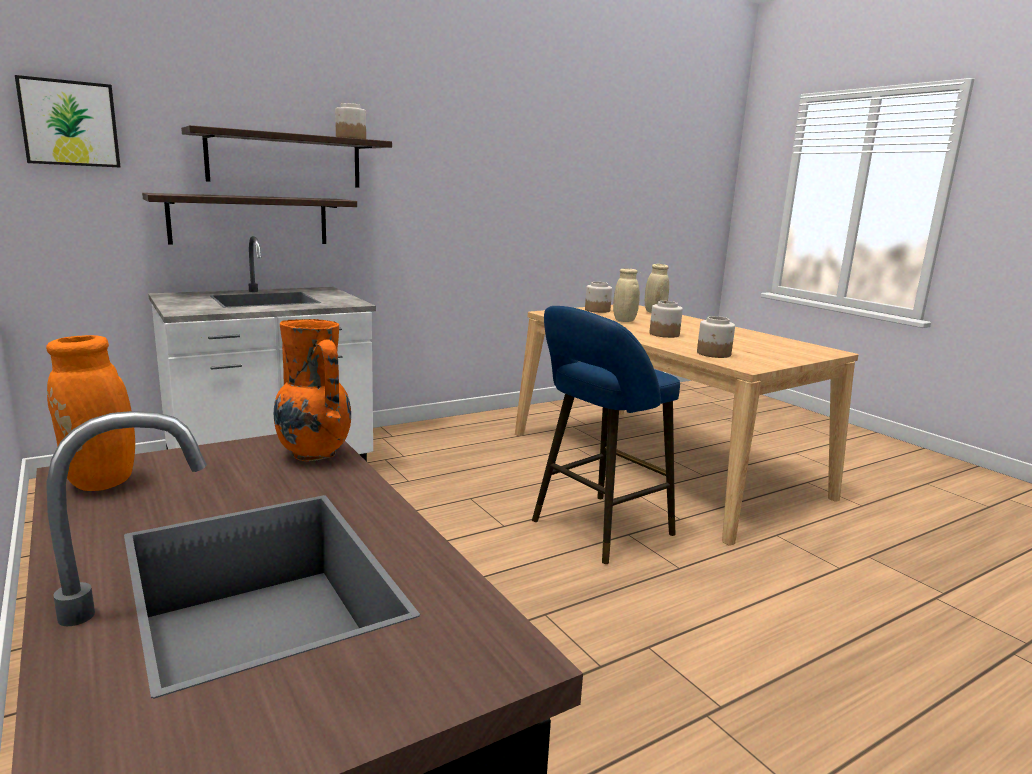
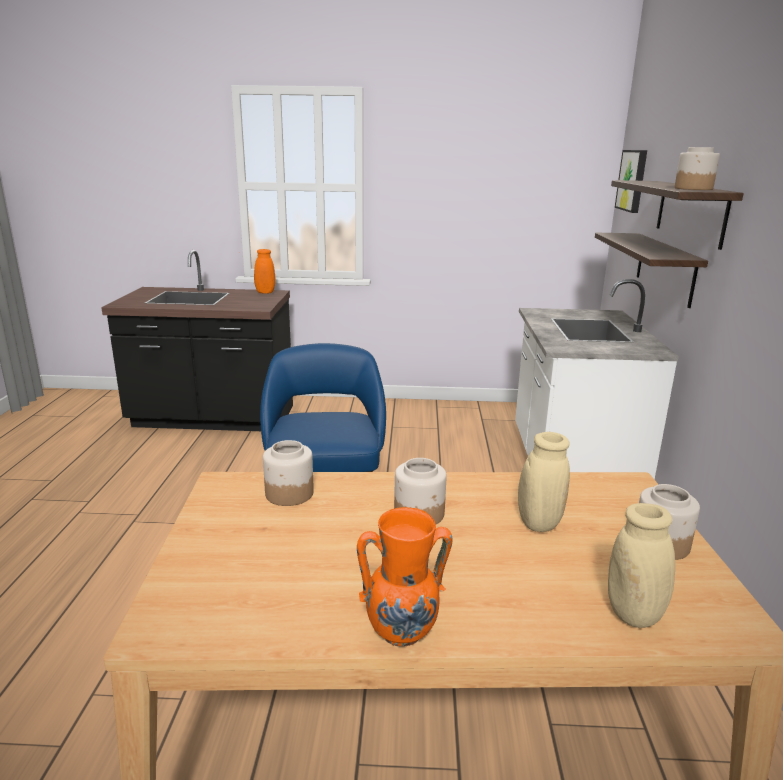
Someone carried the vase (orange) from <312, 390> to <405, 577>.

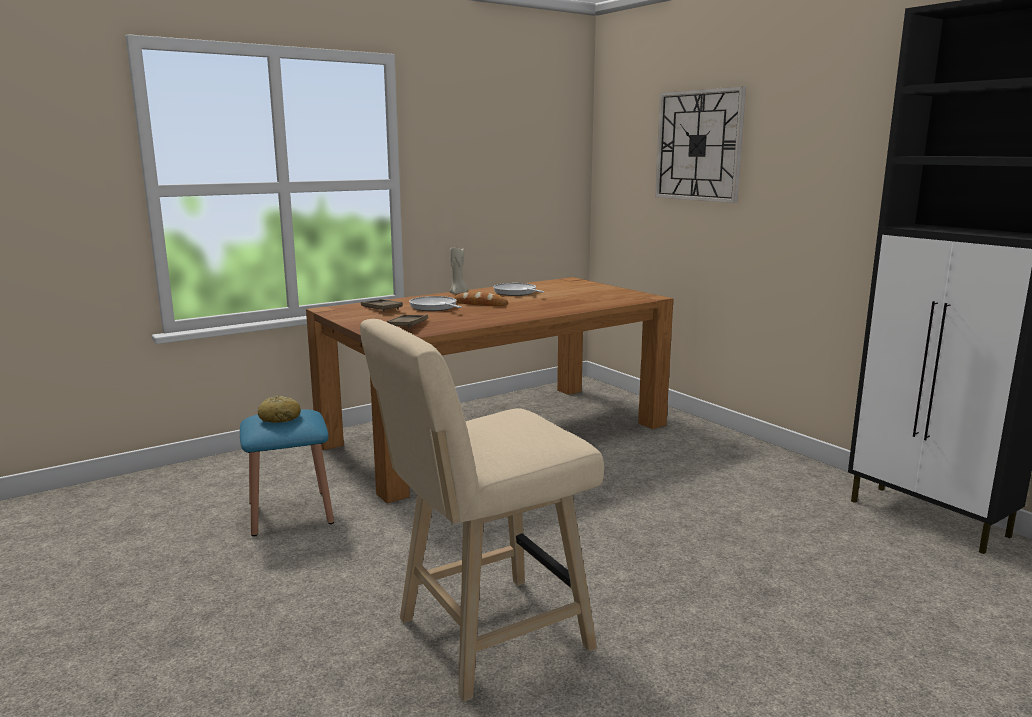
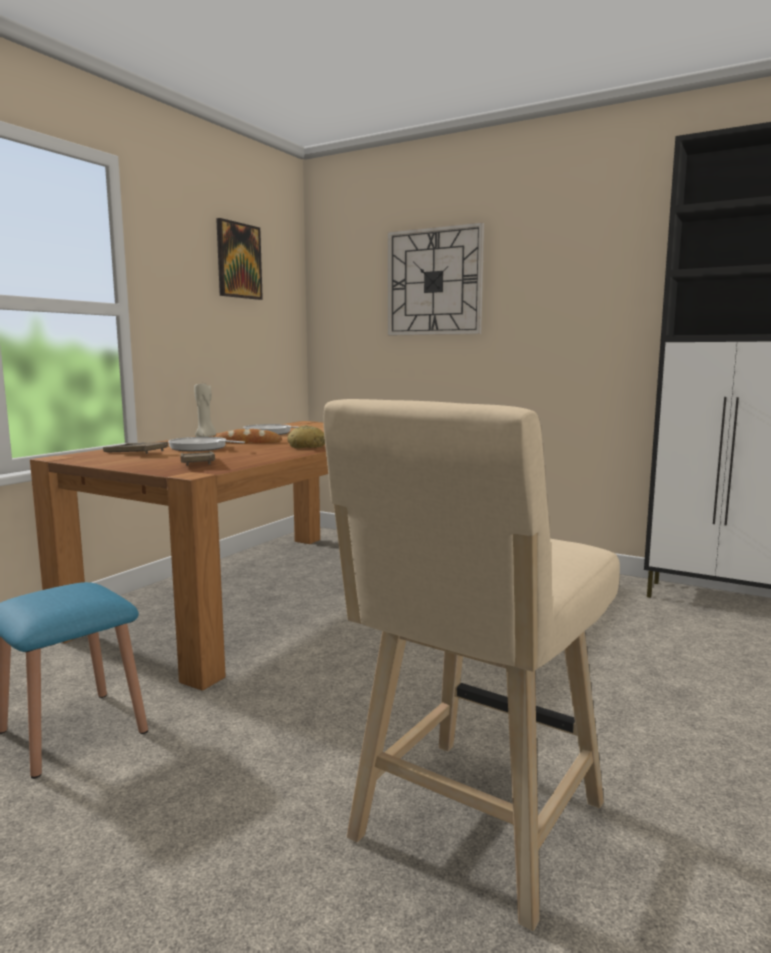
Someone put up the picture at <239, 259>. Someone carried the bread from <279, 409> to <306, 436>.

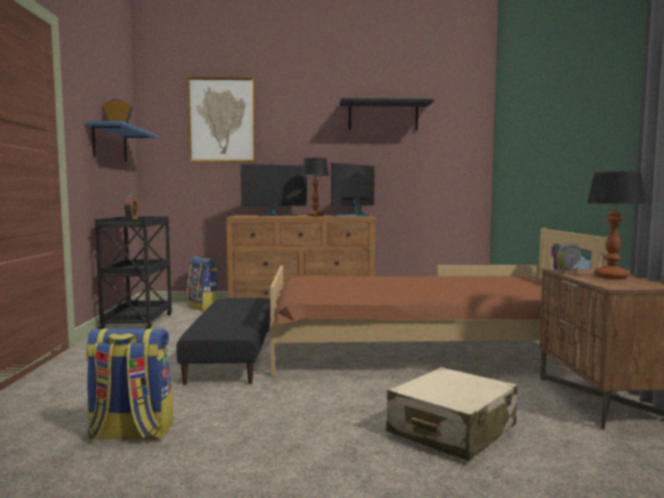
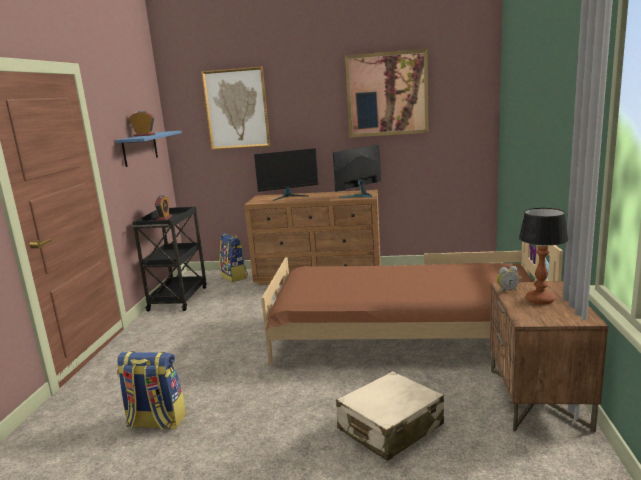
Someone swapped the shelf (black) at <386, 114> for the picture at <387, 93>. Someone took away the ottoman (black) at <223, 341>. Someone took away the table lamp at <315, 186>.

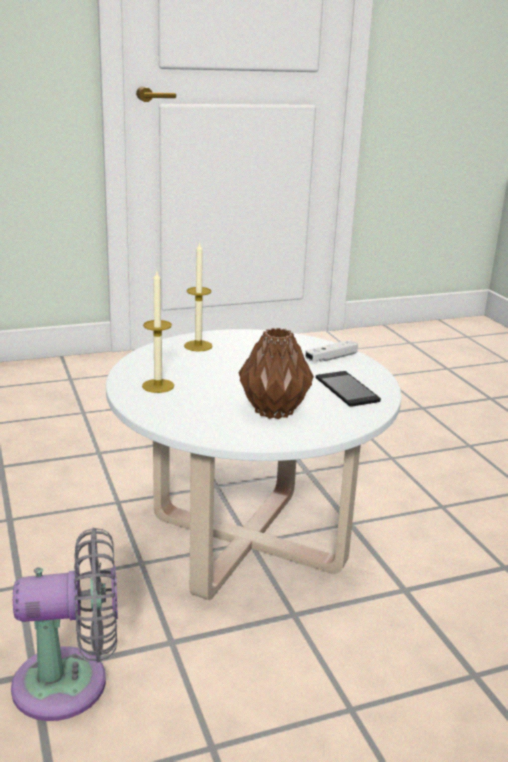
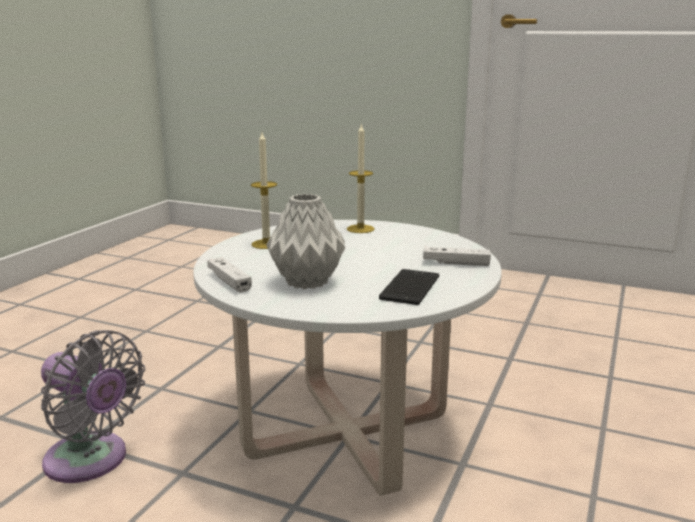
Someone put down the game controller (white) at <229, 275>. Someone repainted the vase (brown) at <276, 373>, which became the vase (grey) at <305, 241>.

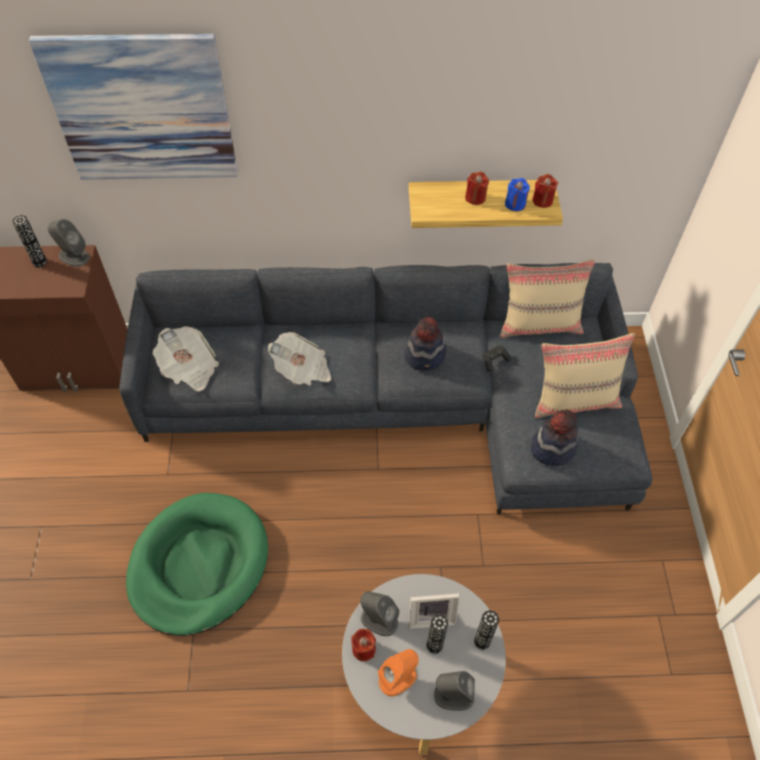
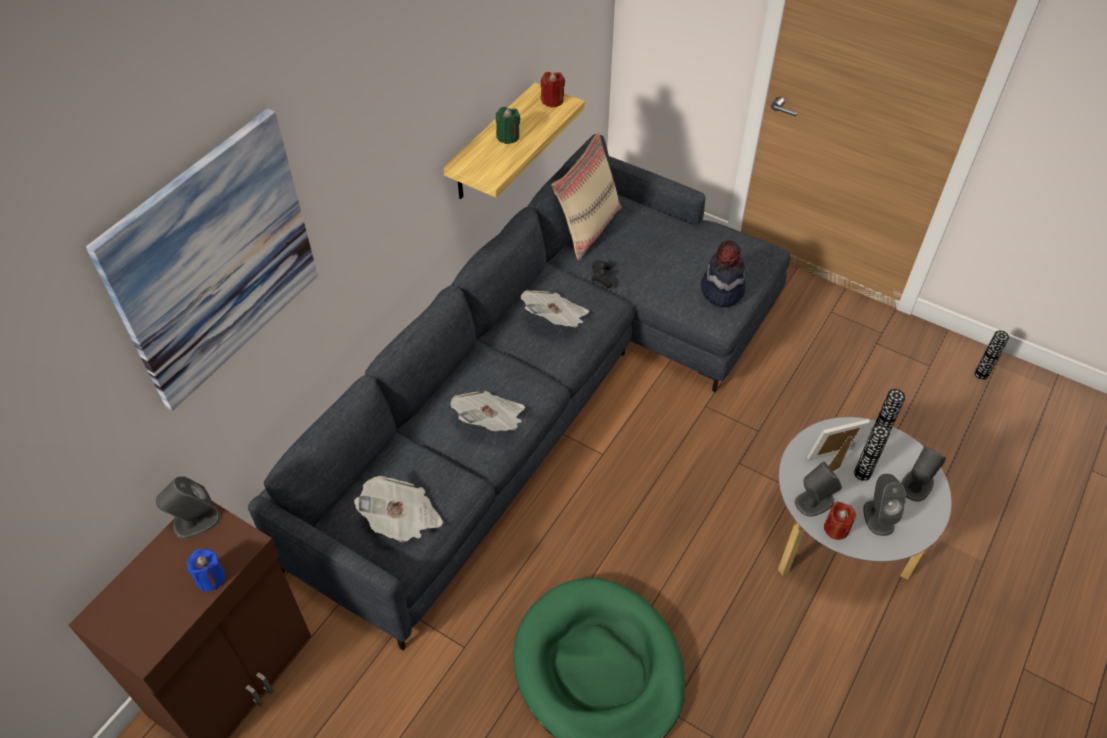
Someone carried the candle (blue) from <517, 194> to <206, 570>. Someone repainted the candle (red) at <477, 188>, which became the candle (green) at <508, 125>. Someone swapped the hat at <425, 344> for the newspaper at <554, 308>. Someone rotated the picture frame at <434, 611> by 135 degrees counterclockwise. Someone repainted the speaker (orange) at <398, 672>, which became the speaker (grey) at <884, 505>. Someone carried the vase from <29, 241> to <991, 355>. Someone took away the pillow (beige) at <585, 375>.

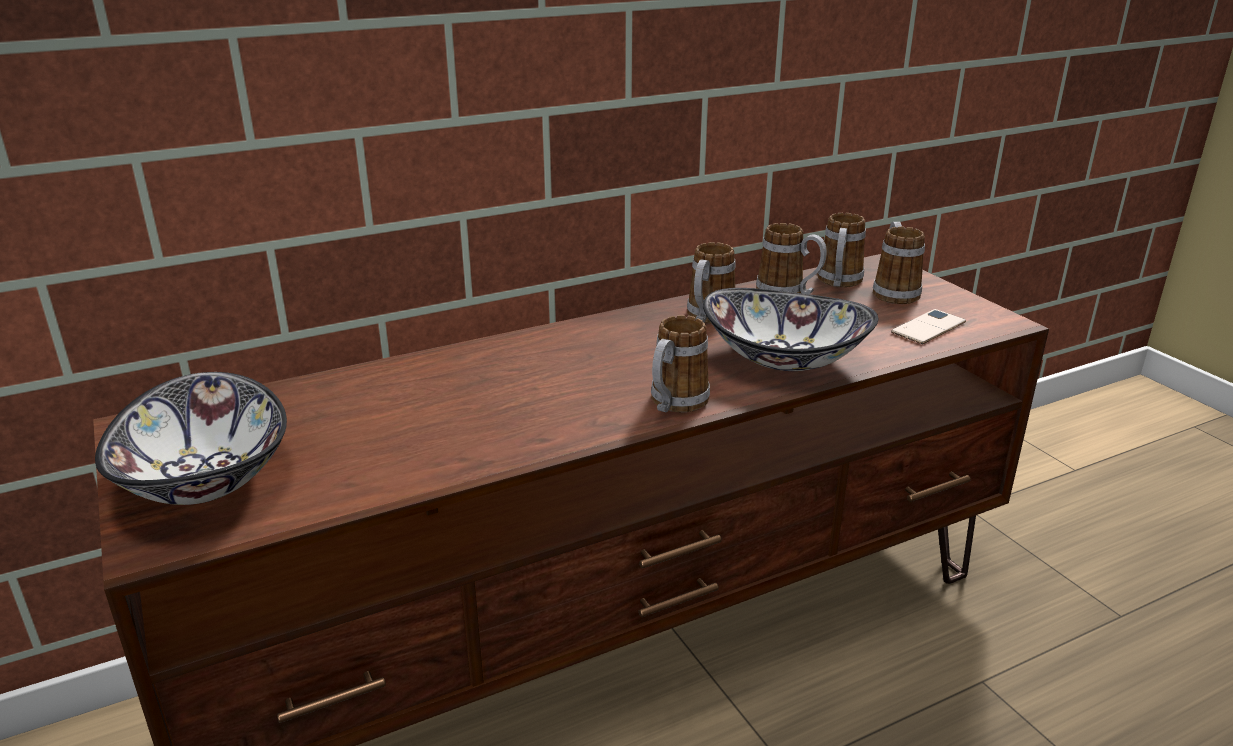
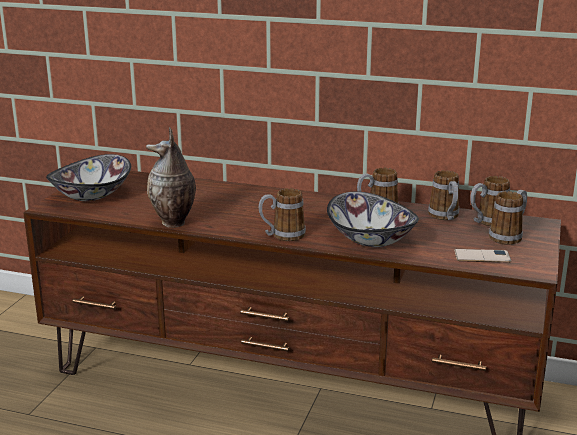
Someone put down the vase at <171, 177>.

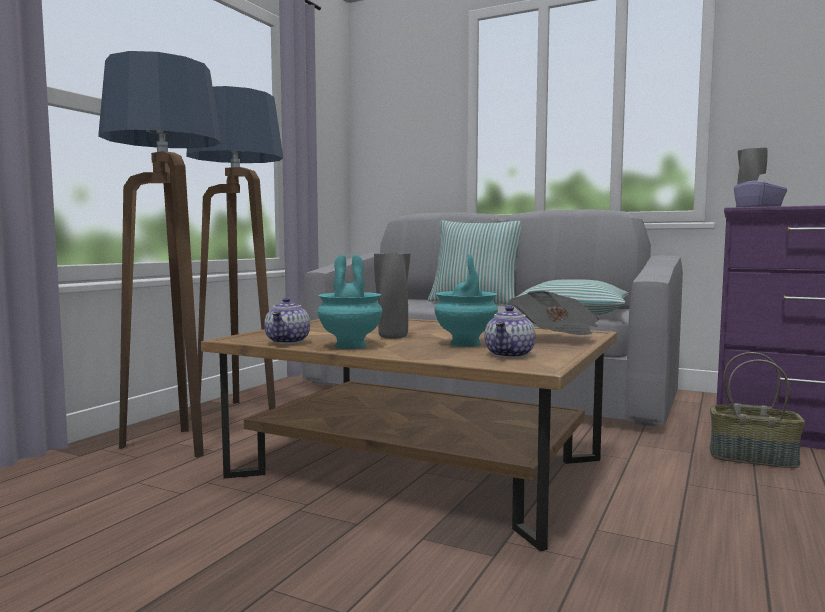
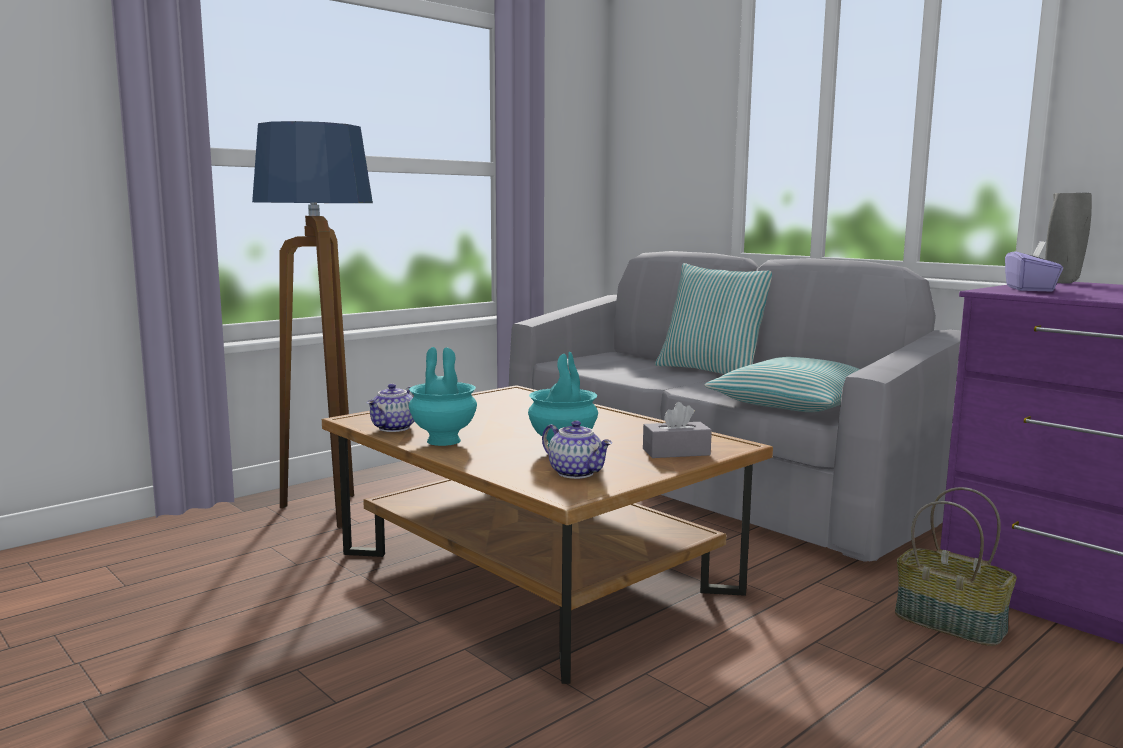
Someone rotated the teapot at <510, 332> by 90 degrees counterclockwise. Someone swapped the newspaper at <554, 313> for the tissue box (grey) at <677, 430>. Someone took away the floor lamp at <234, 248>. Someone took away the vase (grey) at <392, 296>.

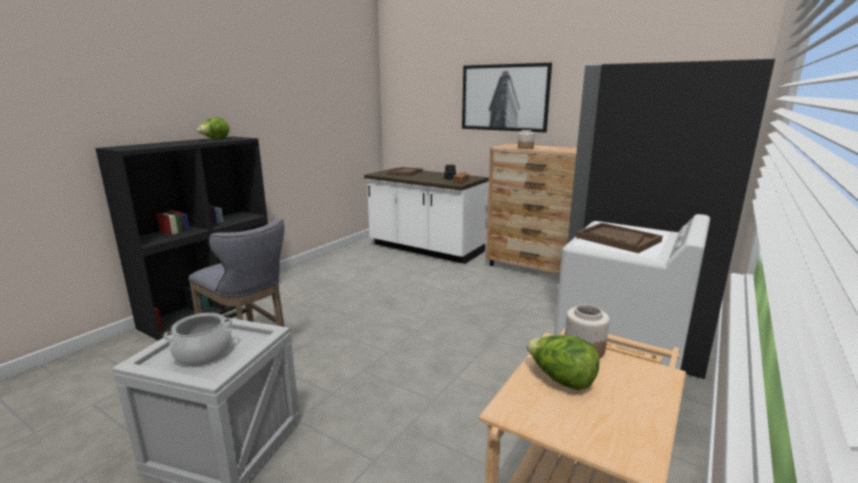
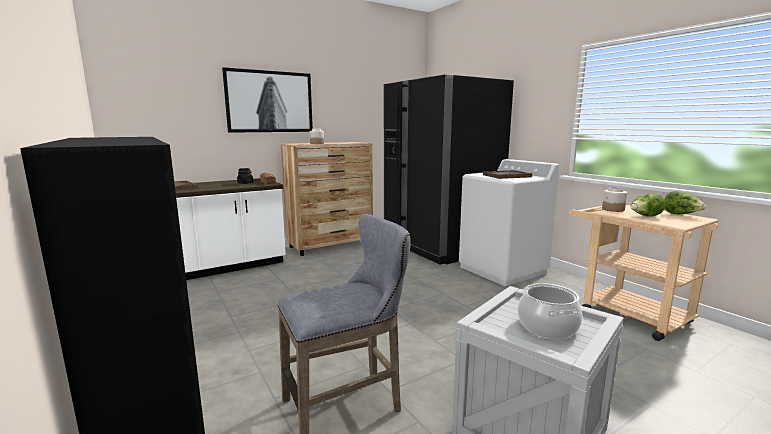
Someone carried the lettuce from <213, 128> to <685, 202>.

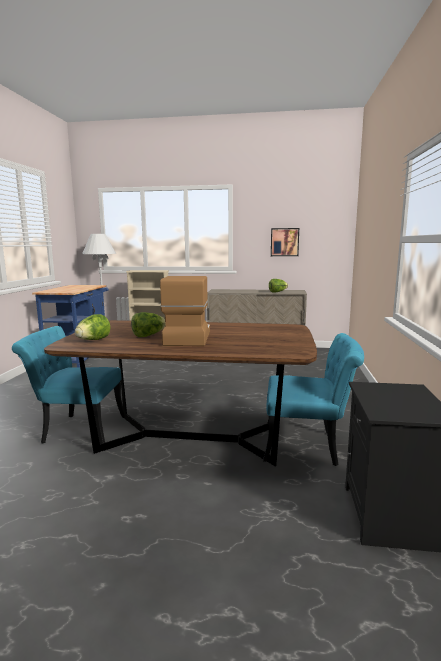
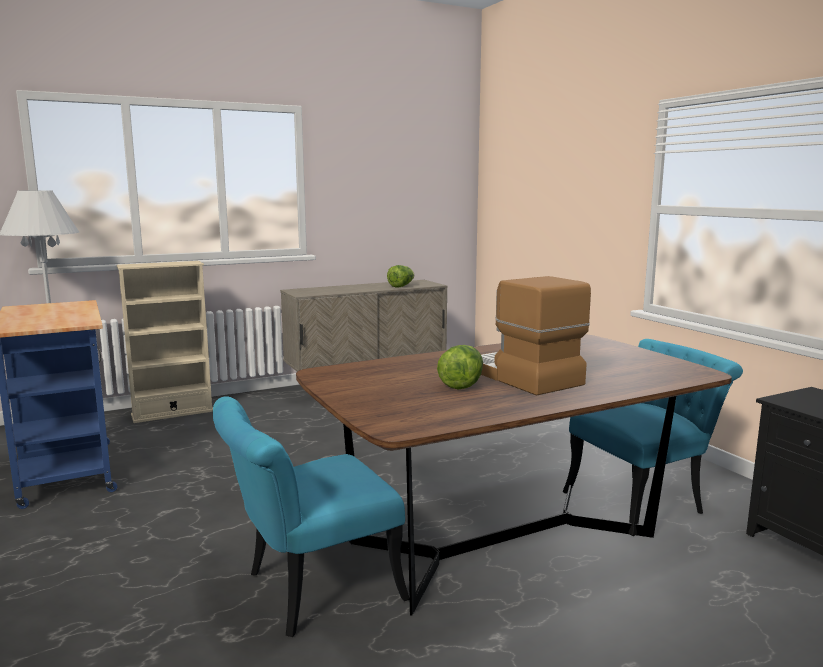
Someone took away the lettuce at <93, 327>. Someone took away the picture at <285, 242>.

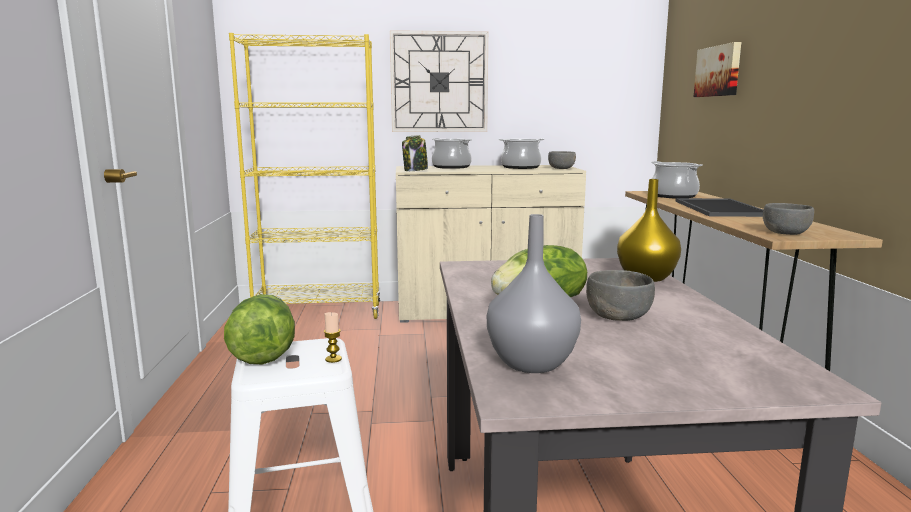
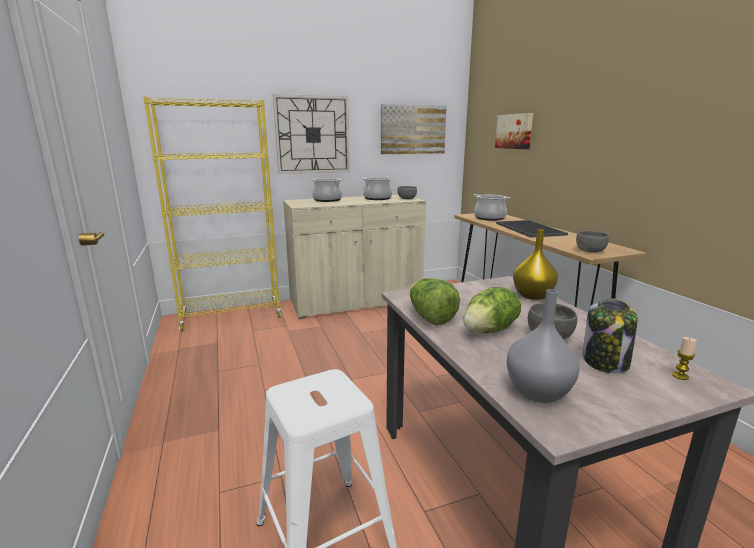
Someone put up the picture at <414, 129>. Someone carried the lettuce from <259, 329> to <435, 301>. Someone carried the jar from <415, 153> to <610, 335>. Someone carried the candle from <333, 337> to <684, 358>.

